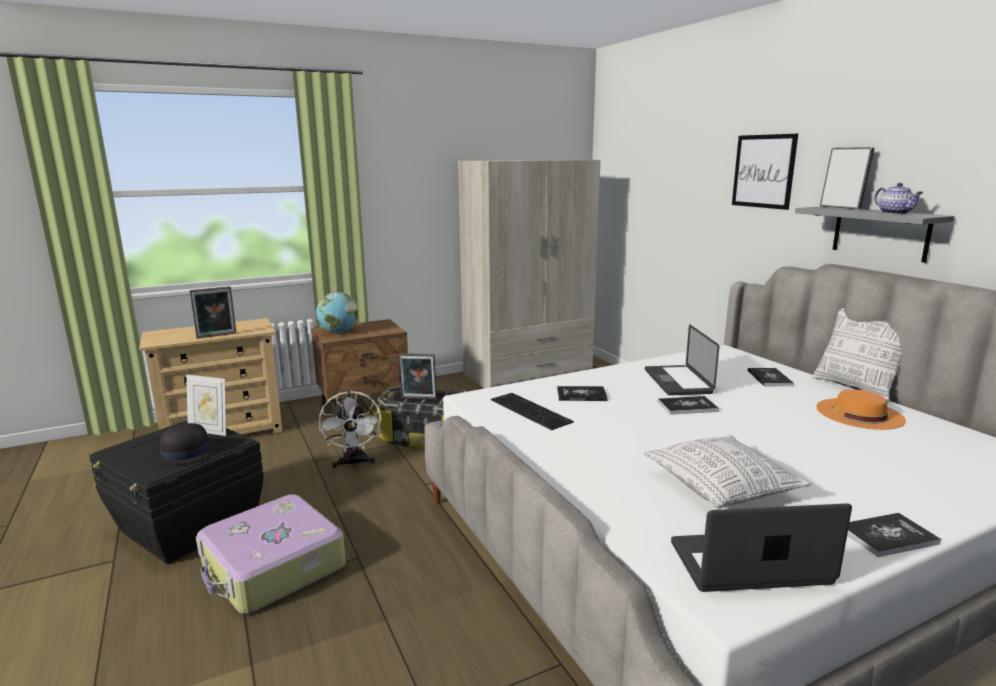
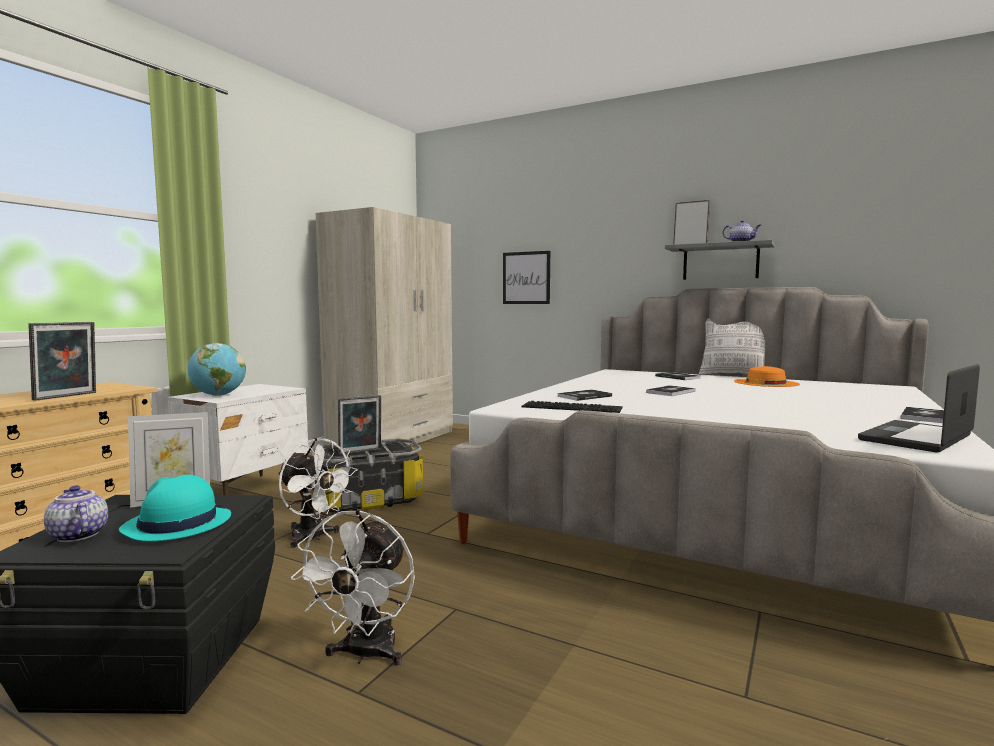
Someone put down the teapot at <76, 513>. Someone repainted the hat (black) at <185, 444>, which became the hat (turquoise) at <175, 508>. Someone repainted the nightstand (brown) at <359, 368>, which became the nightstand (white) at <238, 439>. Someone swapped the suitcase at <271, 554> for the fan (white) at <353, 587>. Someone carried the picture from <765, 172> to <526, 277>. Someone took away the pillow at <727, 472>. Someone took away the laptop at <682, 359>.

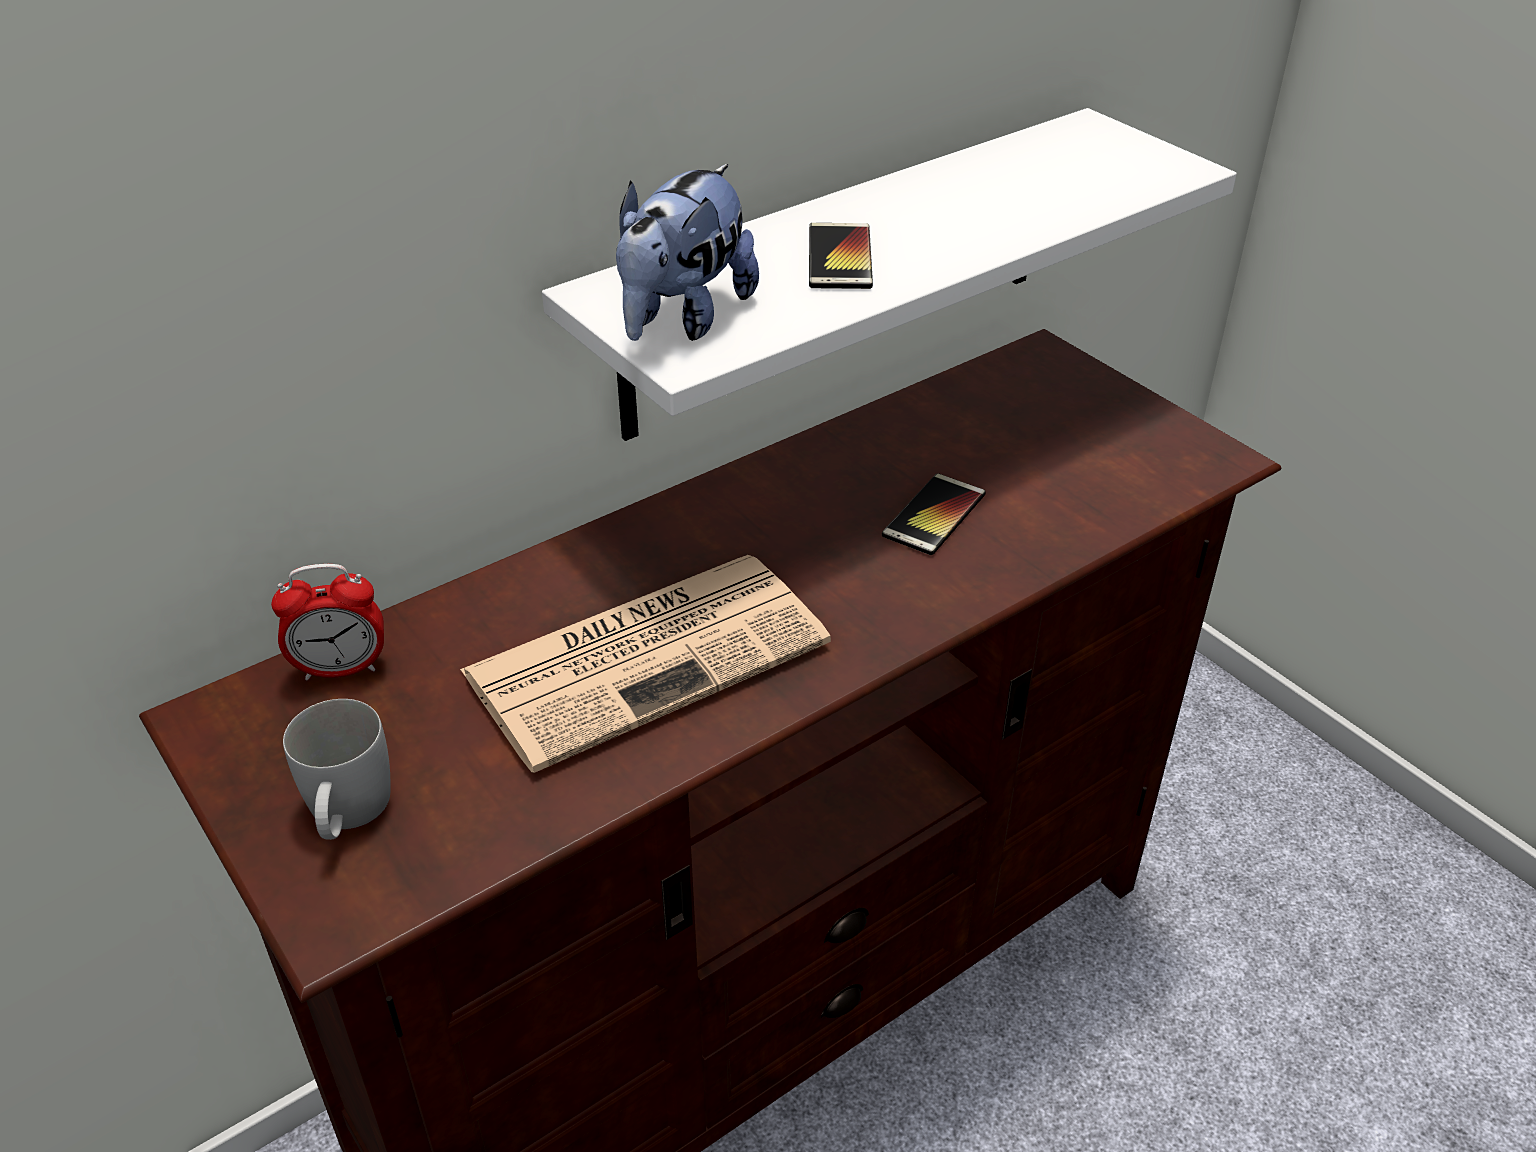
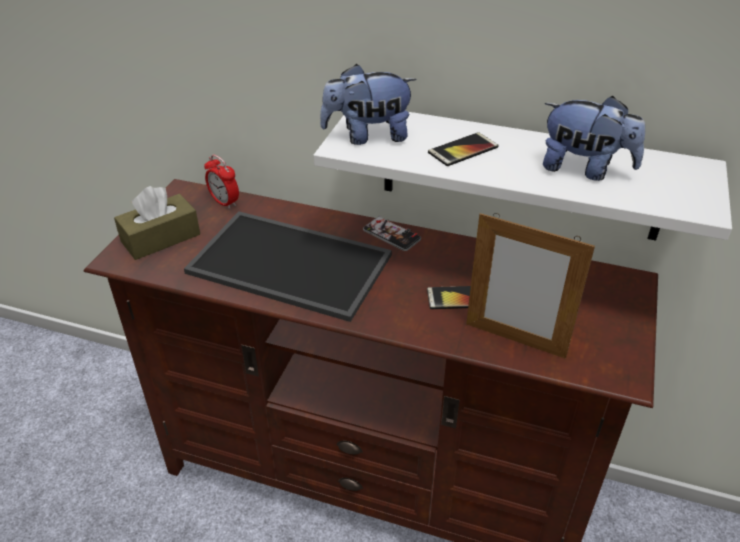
Someone swapped the mug (white) at <337, 769> for the tissue box (brown) at <157, 223>. Someone swapped the newspaper at <645, 664> for the tray at <288, 266>. Someone put down the phone at <392, 233>. Someone put down the picture frame at <530, 286>. Someone put down the plush toy at <594, 138>.

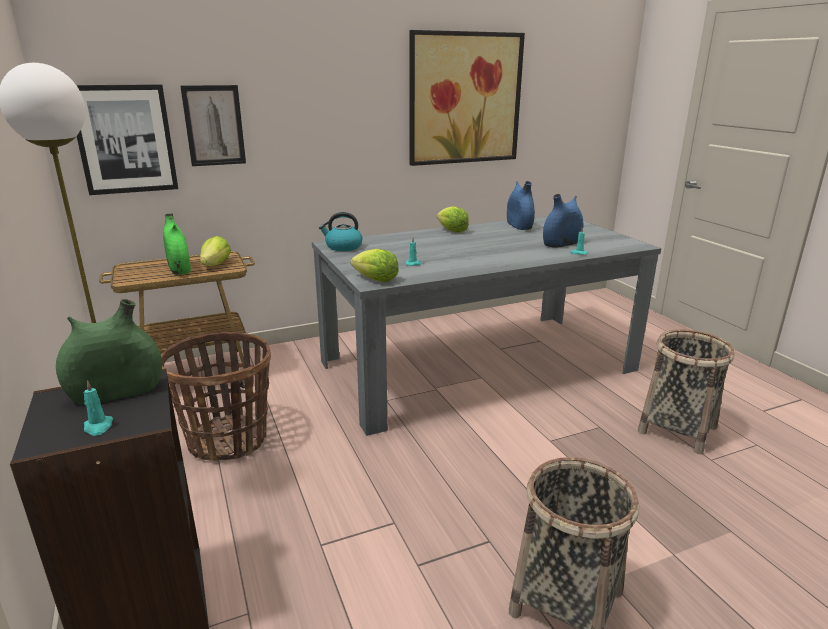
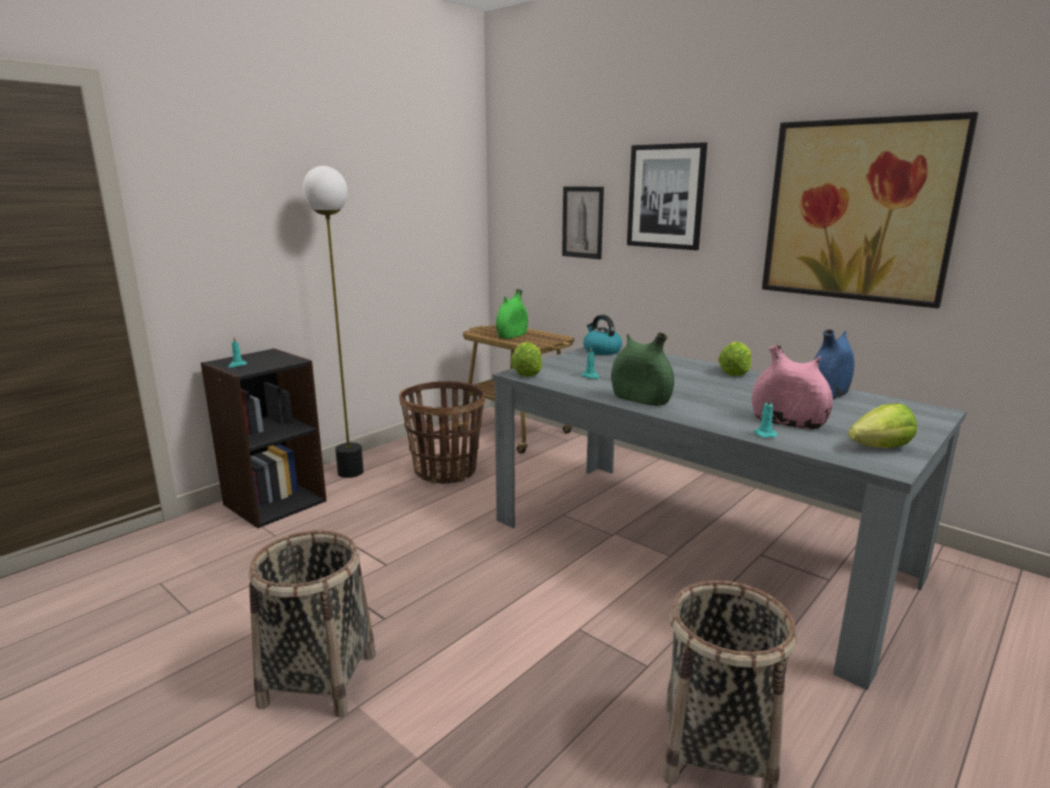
Someone carried the vase (green) from <109, 352> to <642, 369>. Someone carried the picture from <127, 139> to <667, 196>. Someone repainted the vase (blue) at <563, 221>, which became the vase (pink) at <792, 387>. Someone carried the lettuce from <215, 251> to <882, 425>.

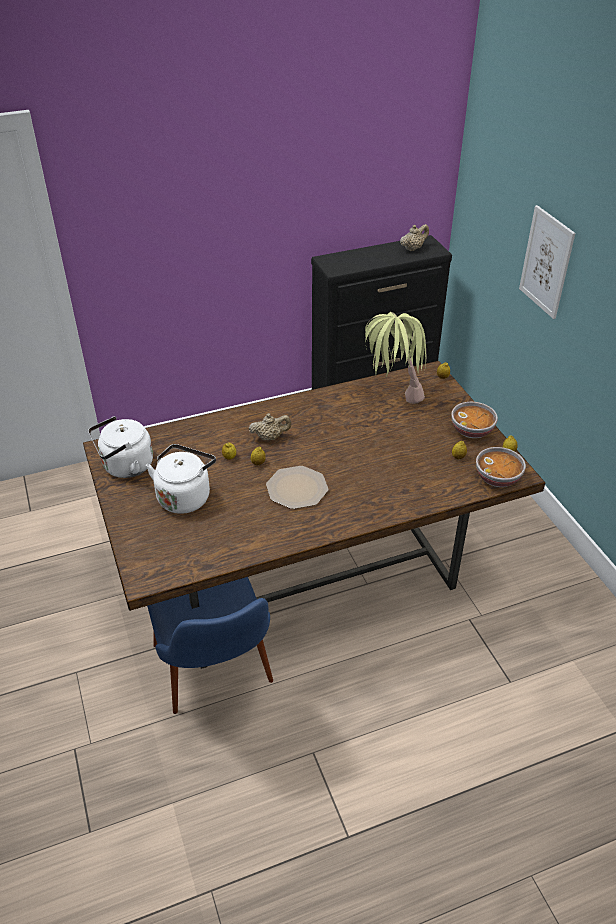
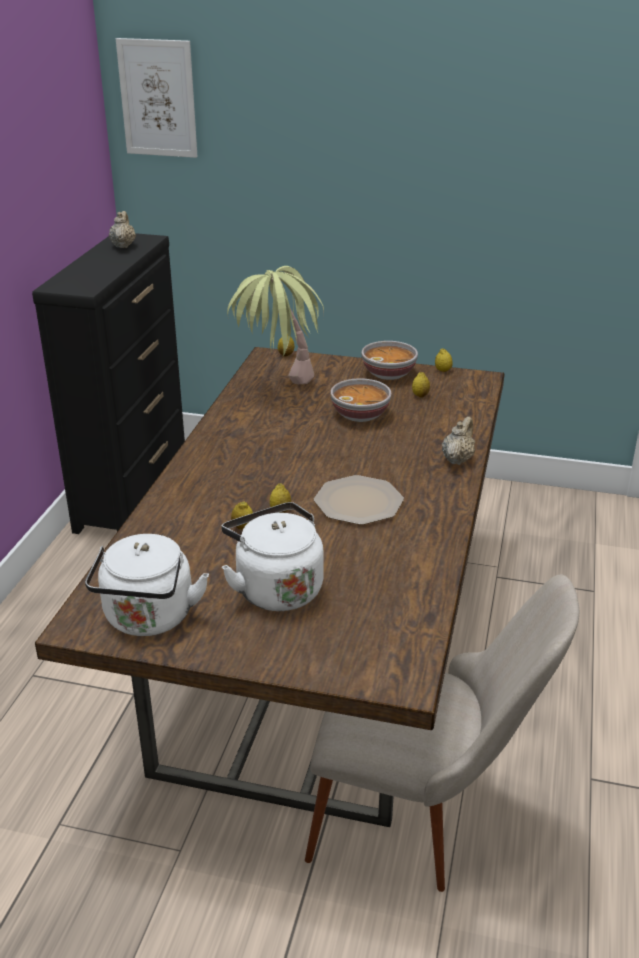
Someone carried the picture from <547, 262> to <157, 98>. Someone repainted the chair (blue) at <210, 645>, which became the chair (beige) at <442, 733>. Someone carried the bowl from <501, 467> to <361, 400>. Someone carried the teapot (beige) from <270, 426> to <458, 440>.

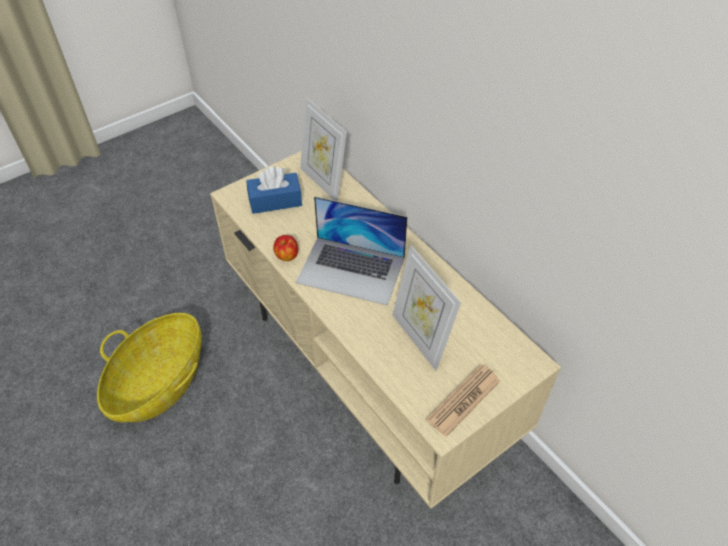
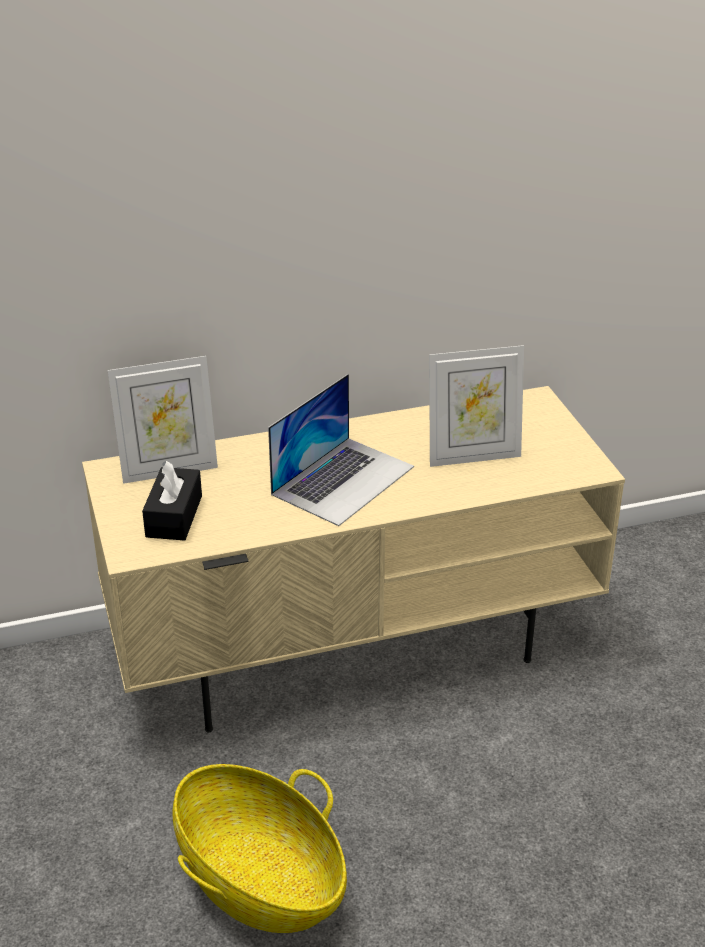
Someone repainted the tissue box (blue) at <274, 190>, which became the tissue box (black) at <172, 501>. Someone took away the apple at <285, 248>. Someone took away the newspaper at <463, 400>.

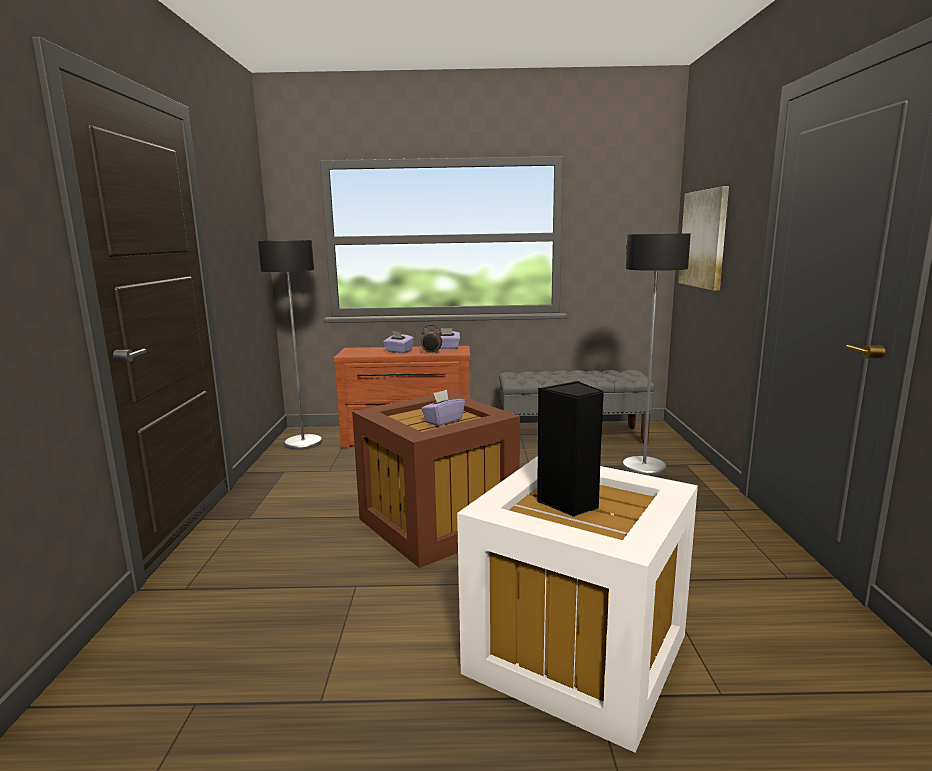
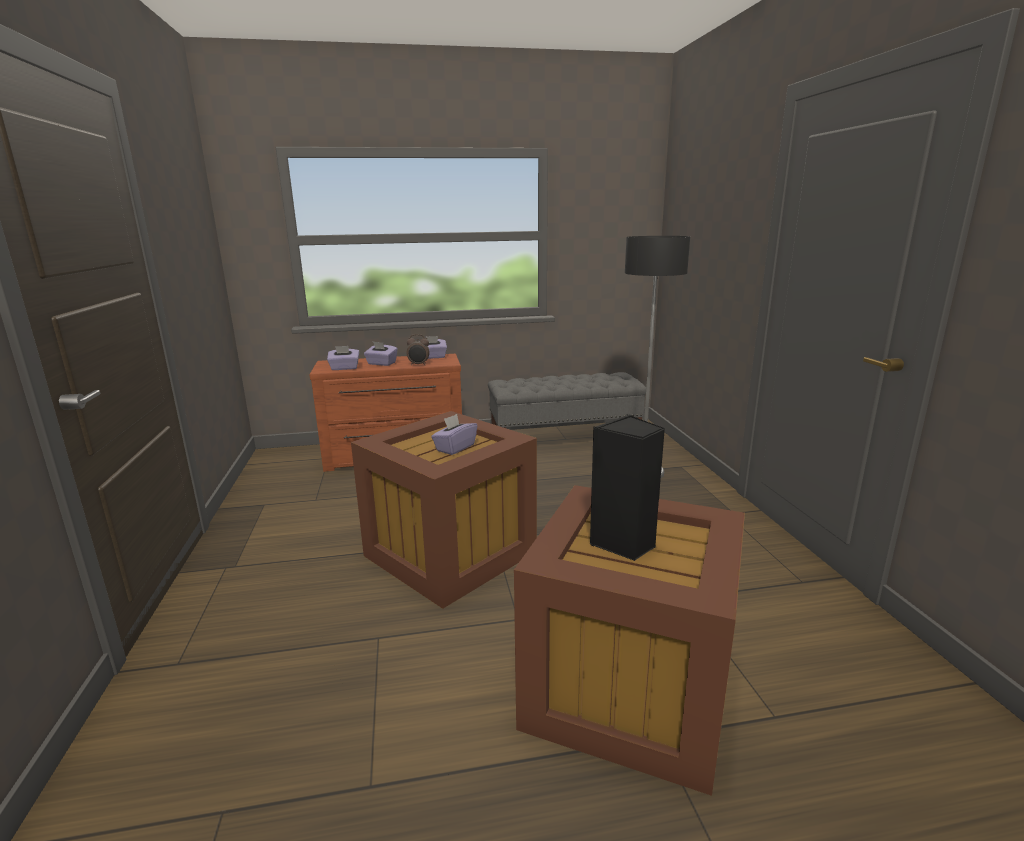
Someone put down the tissue box (purple) at <343, 358>. Someone repainted the storage box (white) at <577, 604>, which became the storage box (brown) at <629, 640>. Someone took away the floor lamp at <290, 345>. Someone took away the picture at <703, 238>.

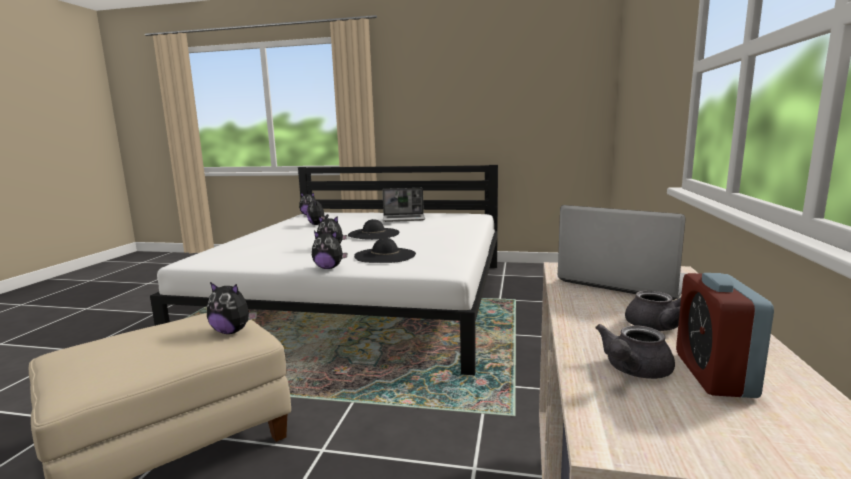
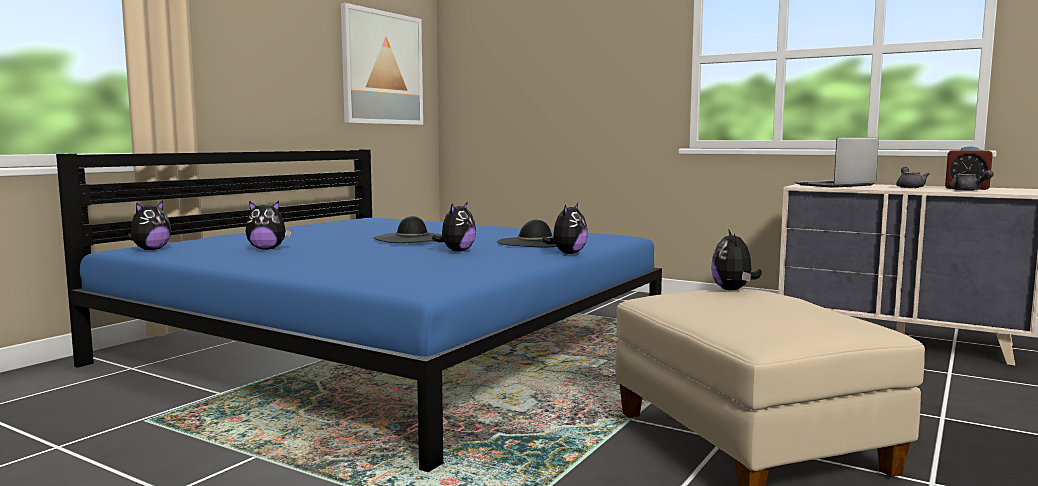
Someone repainted the bed (white) at <324, 270>, which became the bed (blue) at <359, 310>. Someone put up the picture at <382, 64>. Someone rotated the plush toy at <232, 308> by 150 degrees clockwise. Someone took away the laptop at <403, 205>.

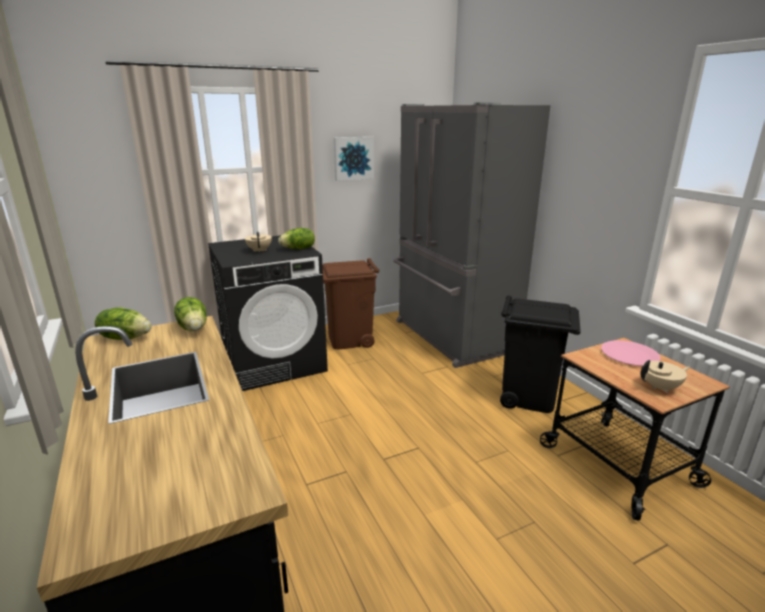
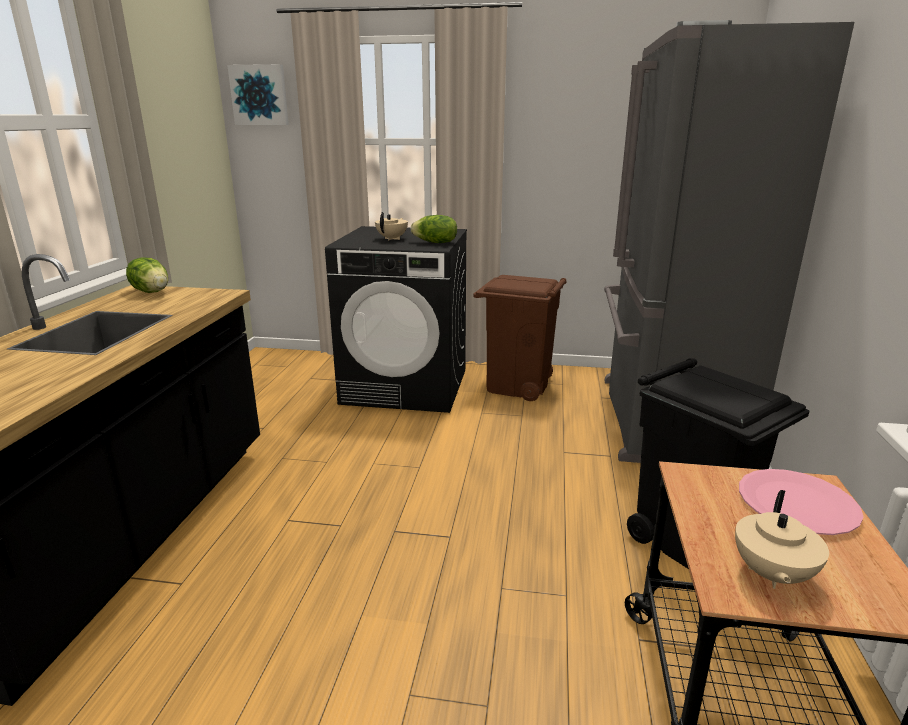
Someone carried the picture from <354, 159> to <258, 94>. Someone rotated the teapot (beige) at <665, 376> by 90 degrees clockwise. Someone took away the lettuce at <190, 314>.

